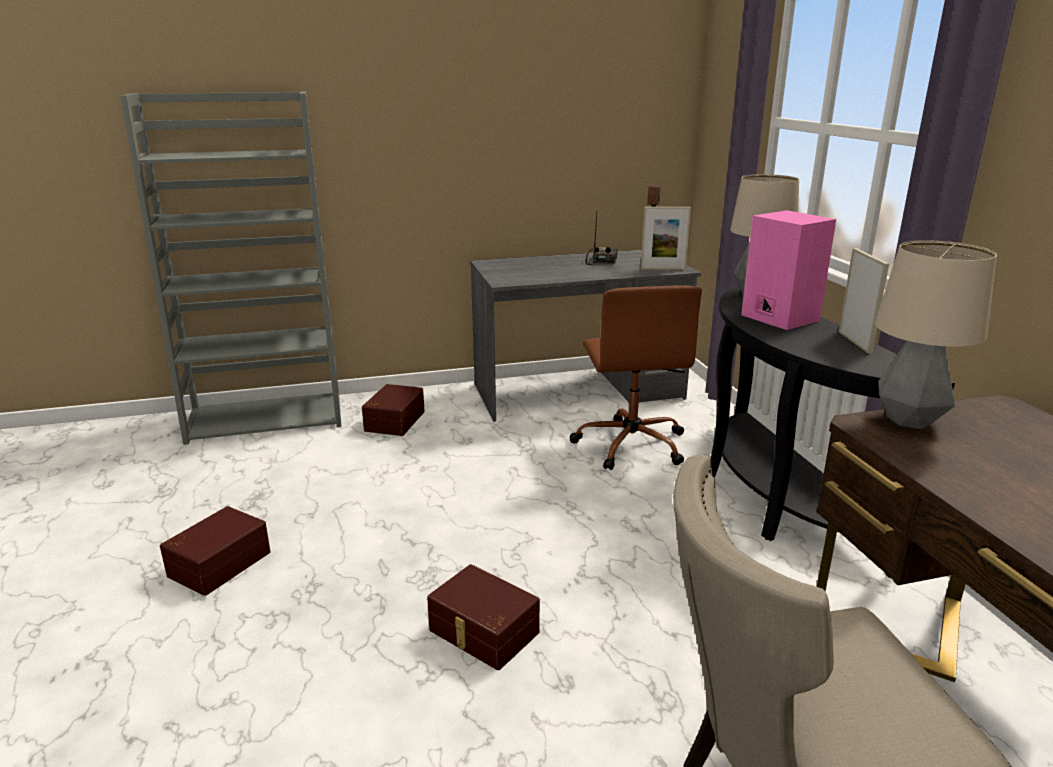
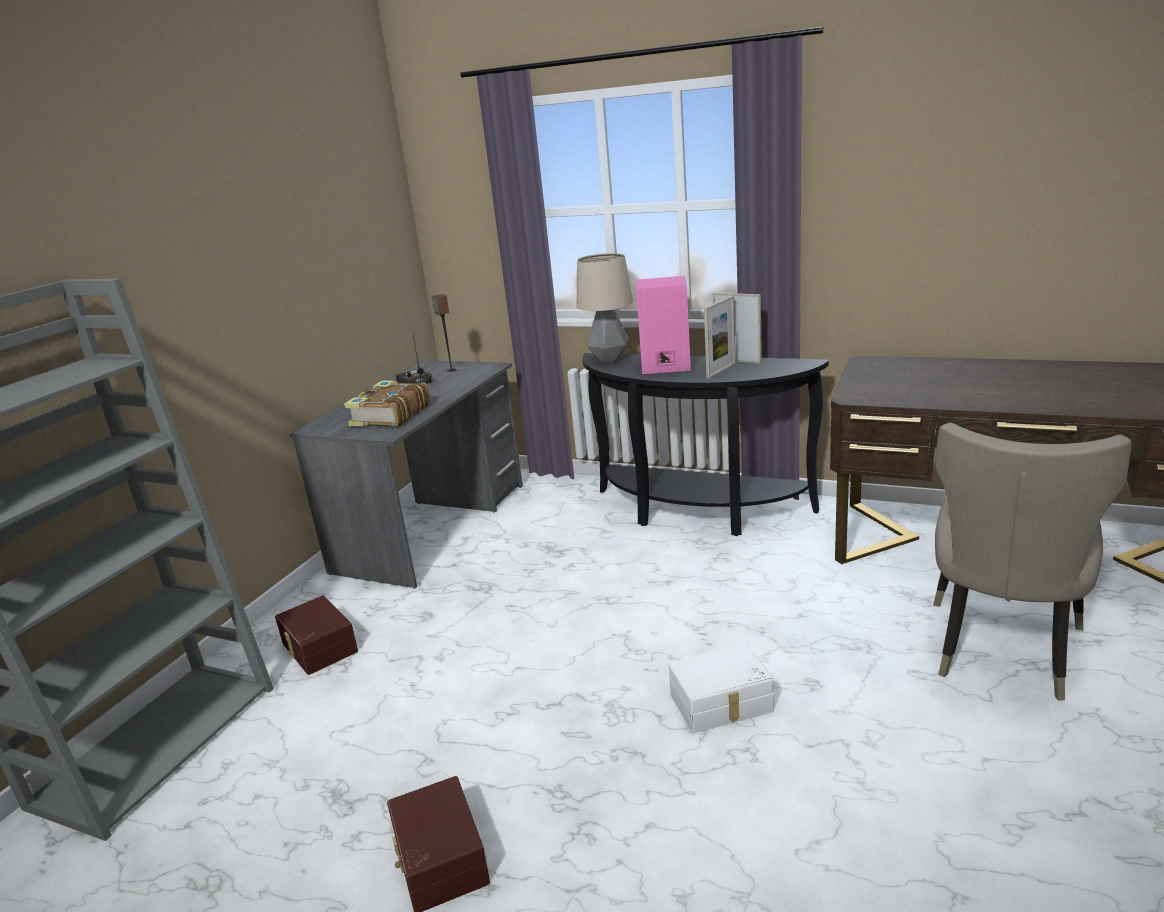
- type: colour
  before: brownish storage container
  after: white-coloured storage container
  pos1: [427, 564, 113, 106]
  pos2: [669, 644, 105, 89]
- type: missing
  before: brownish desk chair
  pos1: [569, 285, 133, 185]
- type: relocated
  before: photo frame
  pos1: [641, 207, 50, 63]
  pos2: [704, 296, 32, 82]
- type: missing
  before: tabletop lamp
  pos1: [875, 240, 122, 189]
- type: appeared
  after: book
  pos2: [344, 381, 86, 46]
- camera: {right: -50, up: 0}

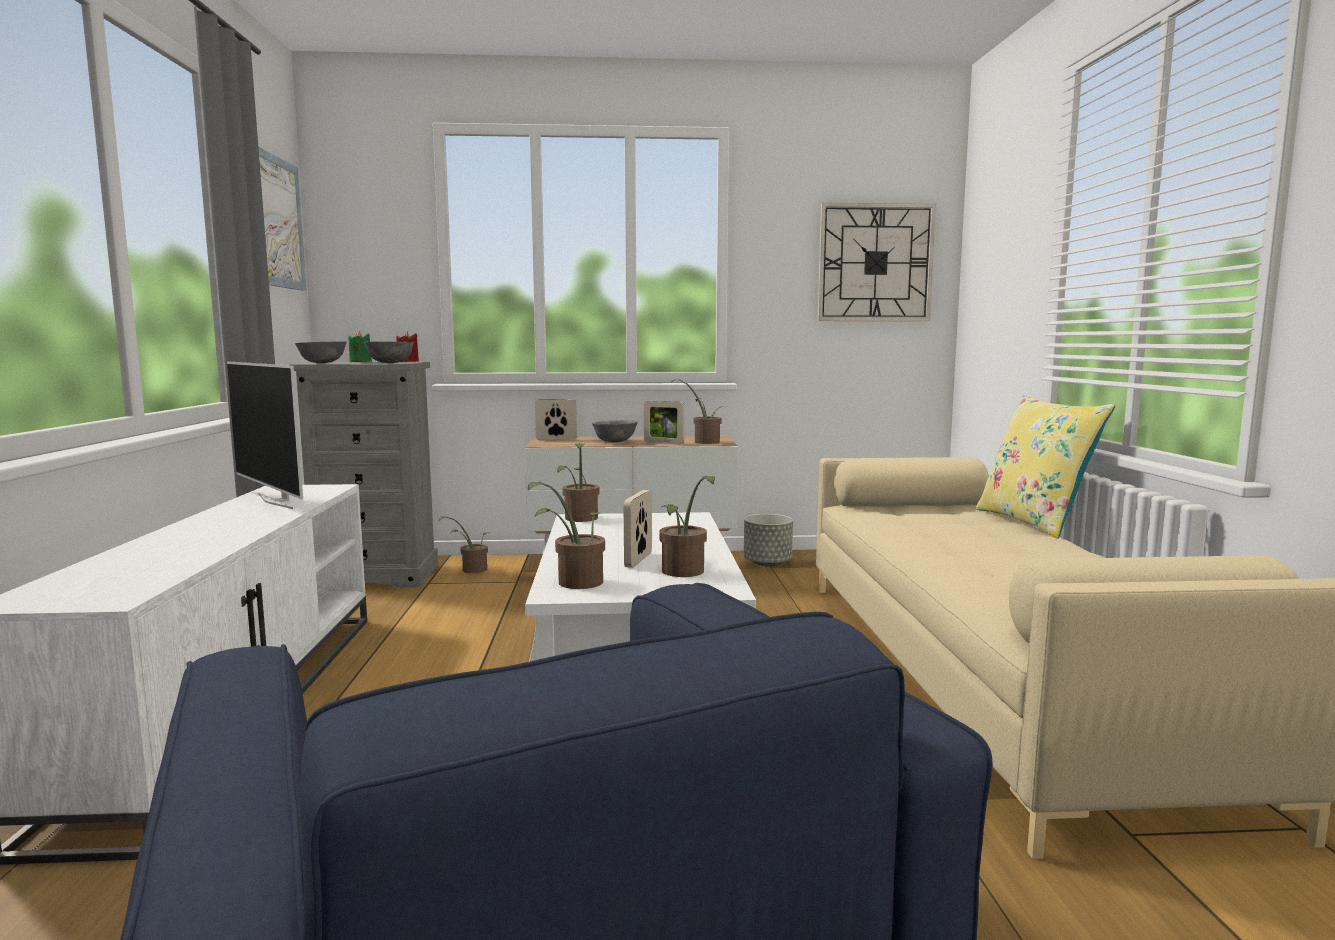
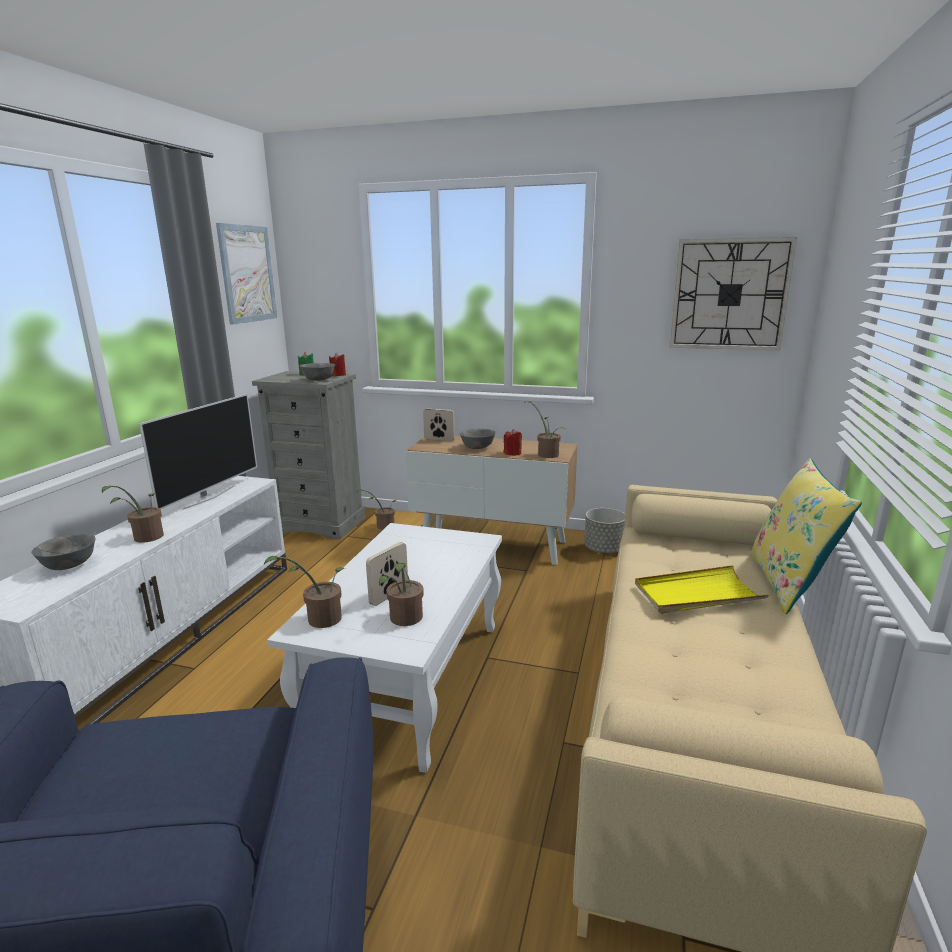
- type: spun
  before: TV
  pos1: [227, 361, 76, 148]
  pos2: [139, 394, 118, 116]
  turn: -135
- type: relocated
  before: gray bowl
  pos1: [295, 341, 52, 22]
  pos2: [31, 533, 64, 37]
- type: relocated
  before: plant in a pot
  pos1: [557, 443, 42, 79]
  pos2: [102, 485, 62, 58]
- type: exchanged
  before: photo frame
  after: red candle
  pos1: [644, 401, 40, 43]
  pos2: [504, 429, 18, 27]
- type: appeared
  after: yellow carrying tray
  pos2: [635, 565, 134, 49]
- camera: {right: 20, up: 10}

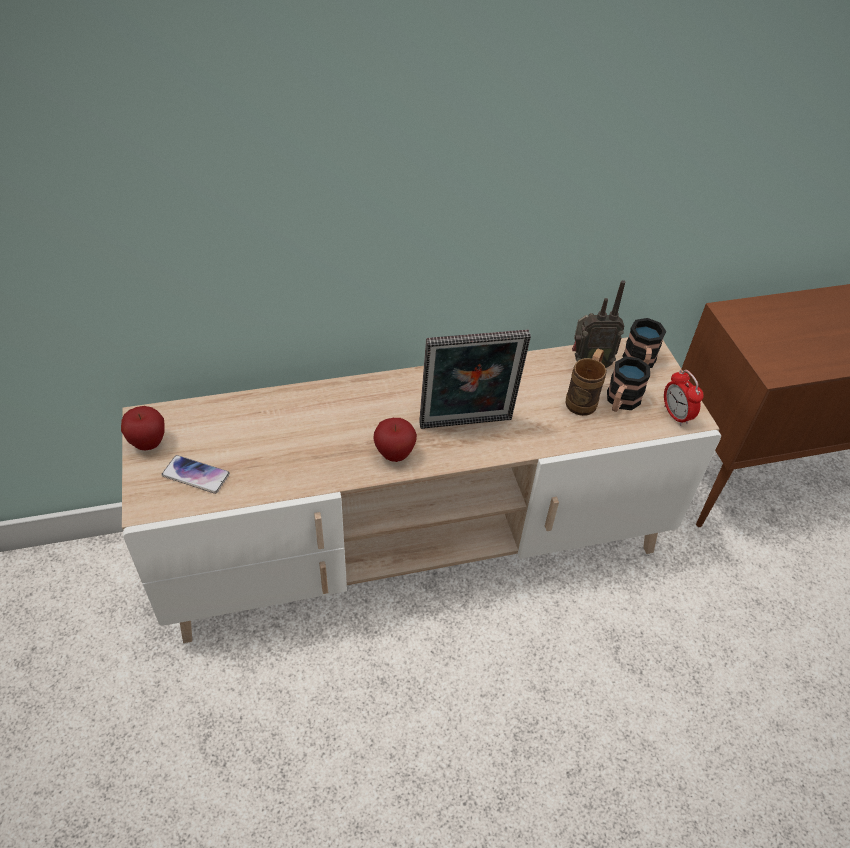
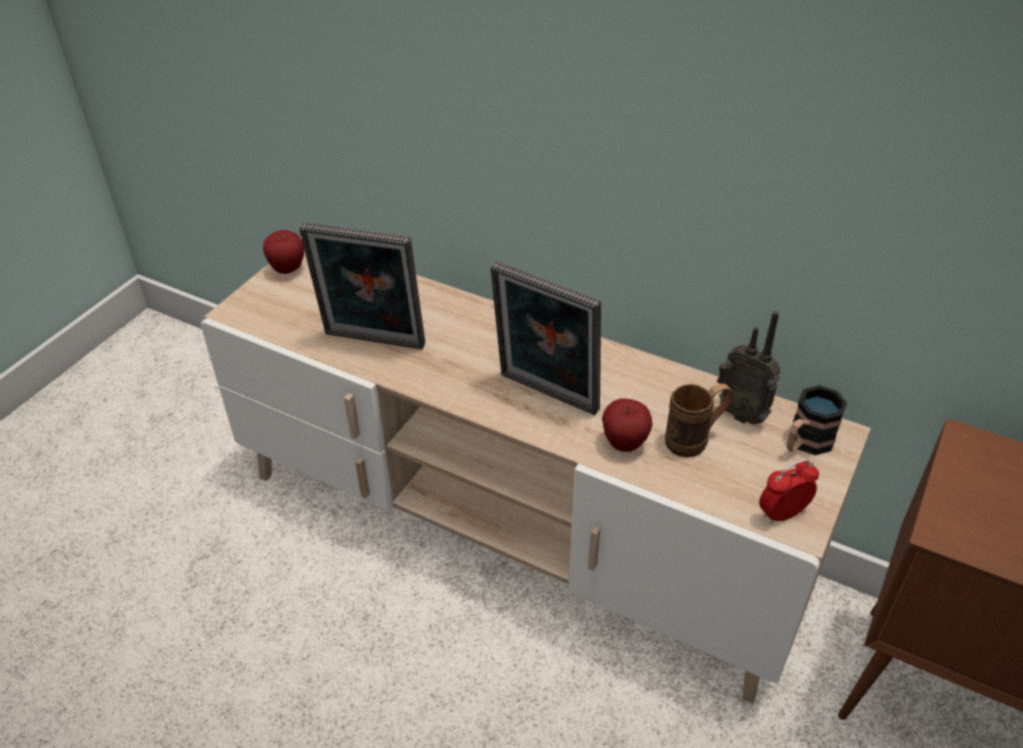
- type: missing
  before: phone
  pos1: [161, 455, 69, 39]
- type: relocated
  before: apple
  pos1: [373, 418, 44, 44]
  pos2: [602, 398, 51, 54]
- type: missing
  before: tea mug
  pos1: [607, 356, 43, 56]
- type: spun
  before: bedside clock
  pos1: [664, 369, 40, 57]
  pos2: [759, 459, 60, 66]
  turn: 45
- type: appeared
  after: photo frame
  pos2: [299, 223, 126, 126]
- camera: {right: 45, up: -5}

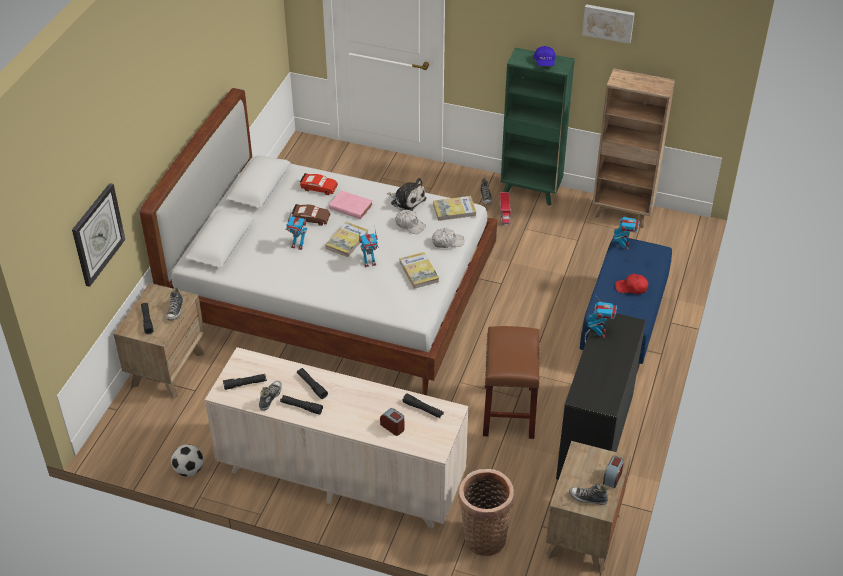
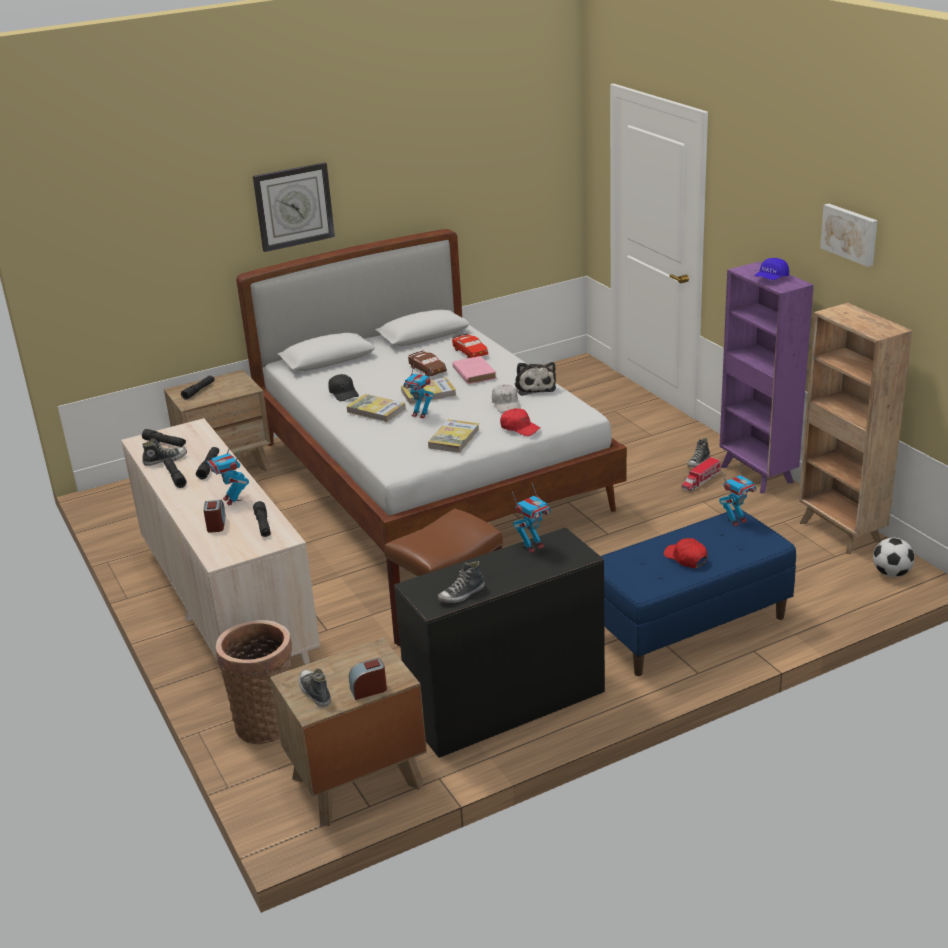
- type: relocated
  before: clock on the wall
  pos1: [72, 183, 53, 104]
  pos2: [253, 162, 82, 90]
- type: relocated
  before: item of footwear
  pos1: [166, 288, 17, 33]
  pos2: [438, 561, 47, 42]
- type: relocated
  before: football
  pos1: [171, 444, 32, 32]
  pos2: [873, 538, 42, 39]
- type: relocated
  before: robot figure
  pos1: [286, 211, 21, 39]
  pos2: [207, 442, 42, 63]
- type: colour
  before: white-coloured baseball cap
  after: red baseball cap
  pos1: [432, 228, 32, 20]
  pos2: [500, 408, 41, 28]
- type: relocated
  before: book
  pos1: [433, 196, 43, 25]
  pos2: [346, 394, 59, 28]
- type: colour
  before: green bookcase
  after: purple-coloured bookcase
  pos1: [501, 48, 74, 158]
  pos2: [720, 262, 94, 232]
- type: appeared
  after: black-coloured baseball cap
  pos2: [328, 374, 31, 27]
- camera: {right: 45, up: -15}

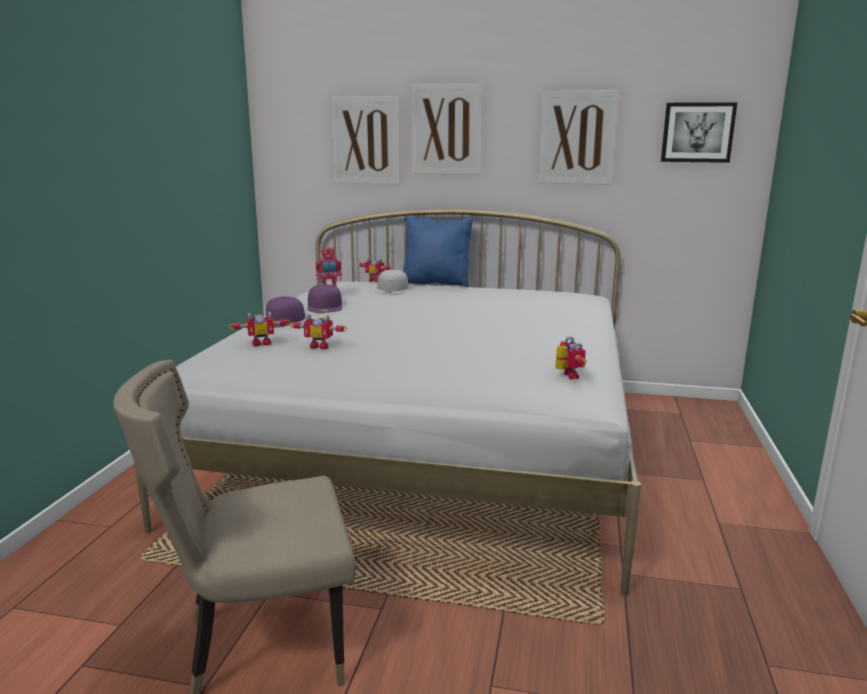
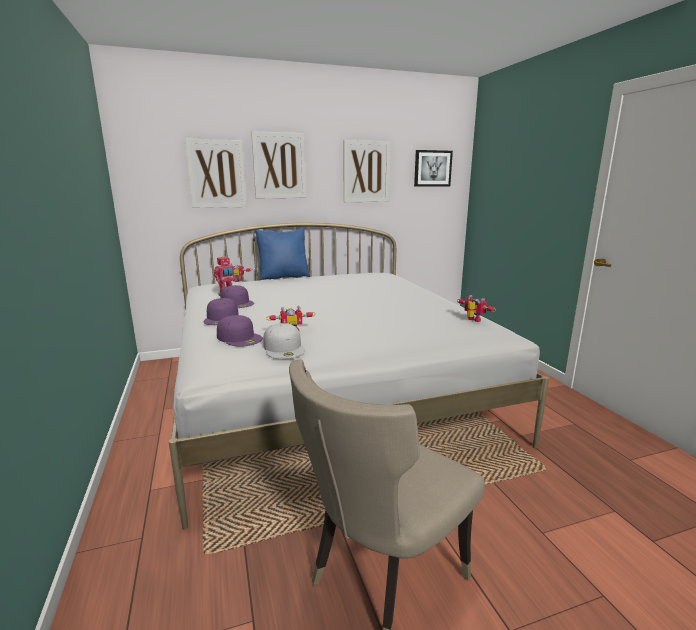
- type: exchanged
  before: robot figure
  after: purple-coloured baseball cap
  pos1: [229, 311, 62, 35]
  pos2: [217, 315, 46, 32]
- type: relocated
  before: white-coloured baseball cap
  pos1: [375, 269, 33, 26]
  pos2: [263, 323, 42, 36]
- camera: {right: -30, up: 0}

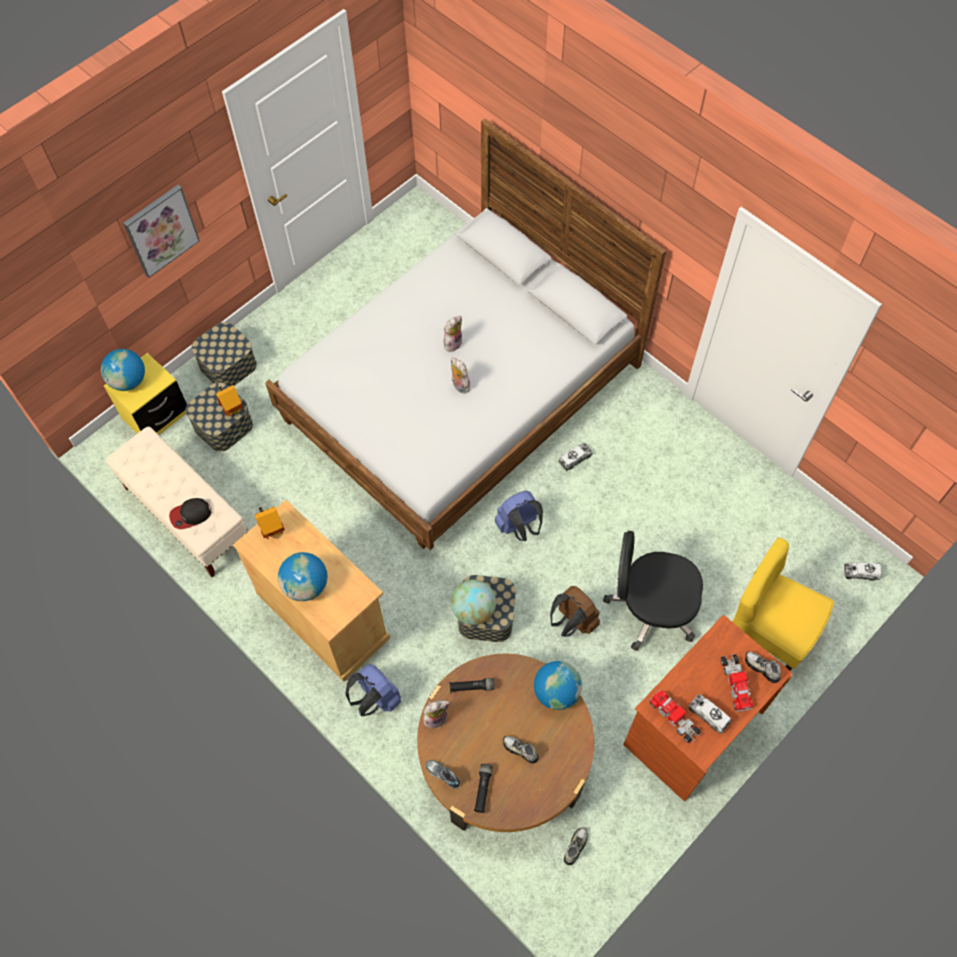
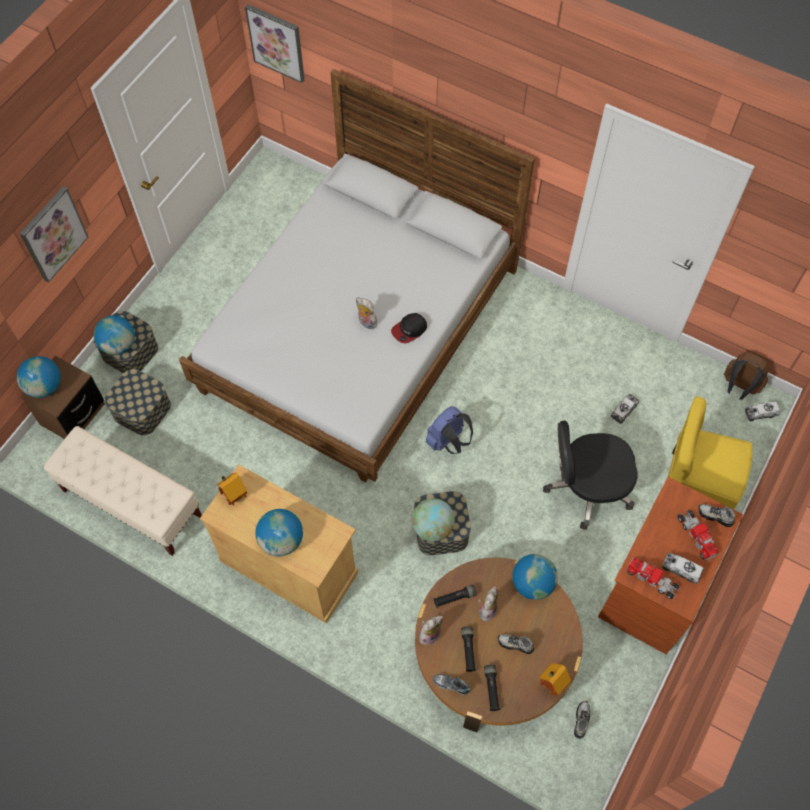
- type: colour
  before: yellow nightstand
  after: brownish nightstand
  pos1: [104, 353, 83, 82]
  pos2: [21, 356, 84, 83]
- type: relocated
  before: baseball cap
  pos1: [169, 498, 42, 31]
  pos2: [391, 313, 36, 30]
- type: relocated
  before: toy house
  pos1: [216, 385, 27, 32]
  pos2: [539, 663, 32, 33]
- type: missing
  before: blue backpack
  pos1: [345, 664, 56, 52]
- type: relocated
  before: soft toy
  pos1: [444, 316, 18, 36]
  pos2: [478, 586, 20, 35]
- type: relocated
  before: brownish backpack
  pos1: [550, 586, 50, 51]
  pos2: [724, 352, 45, 48]
- type: relocated
  before: toy truck
  pos1: [558, 443, 34, 27]
  pos2: [610, 394, 29, 30]
- type: appeared
  after: globe
  pos2: [94, 315, 41, 40]
- type: appeared
  after: picture
  pos2: [245, 4, 60, 79]
- type: appeared
  after: black-coloured torch
  pos2: [461, 626, 16, 46]
- camera: {right: -15, up: 0}

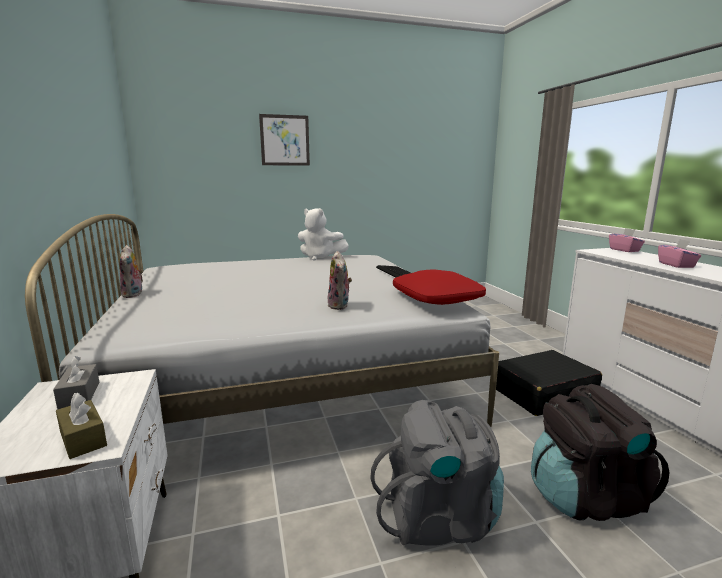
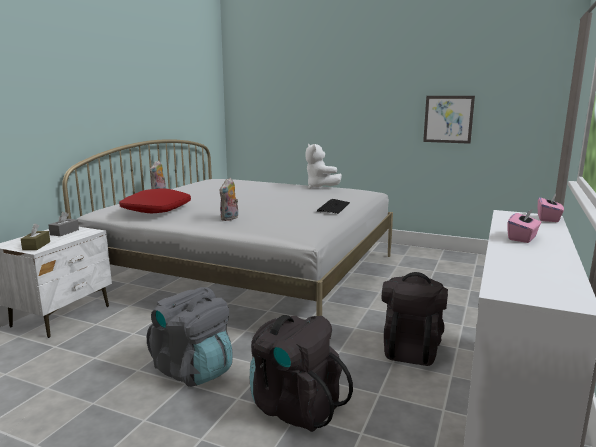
- type: relocated
  before: picture
  pos1: [259, 114, 51, 52]
  pos2: [423, 96, 52, 48]
- type: relocated
  before: red pillow
  pos1: [393, 269, 93, 36]
  pos2: [119, 188, 72, 25]
- type: exchanged
  before: black-coloured suitcase
  after: black-coloured backpack
  pos1: [496, 350, 106, 66]
  pos2: [382, 272, 66, 94]
- camera: {right: 40, up: 0}

